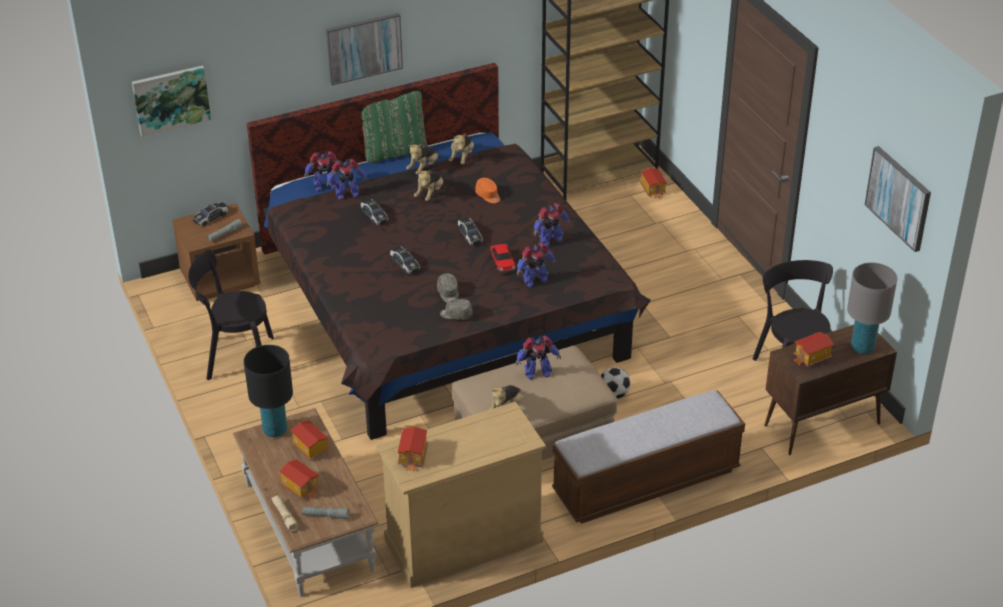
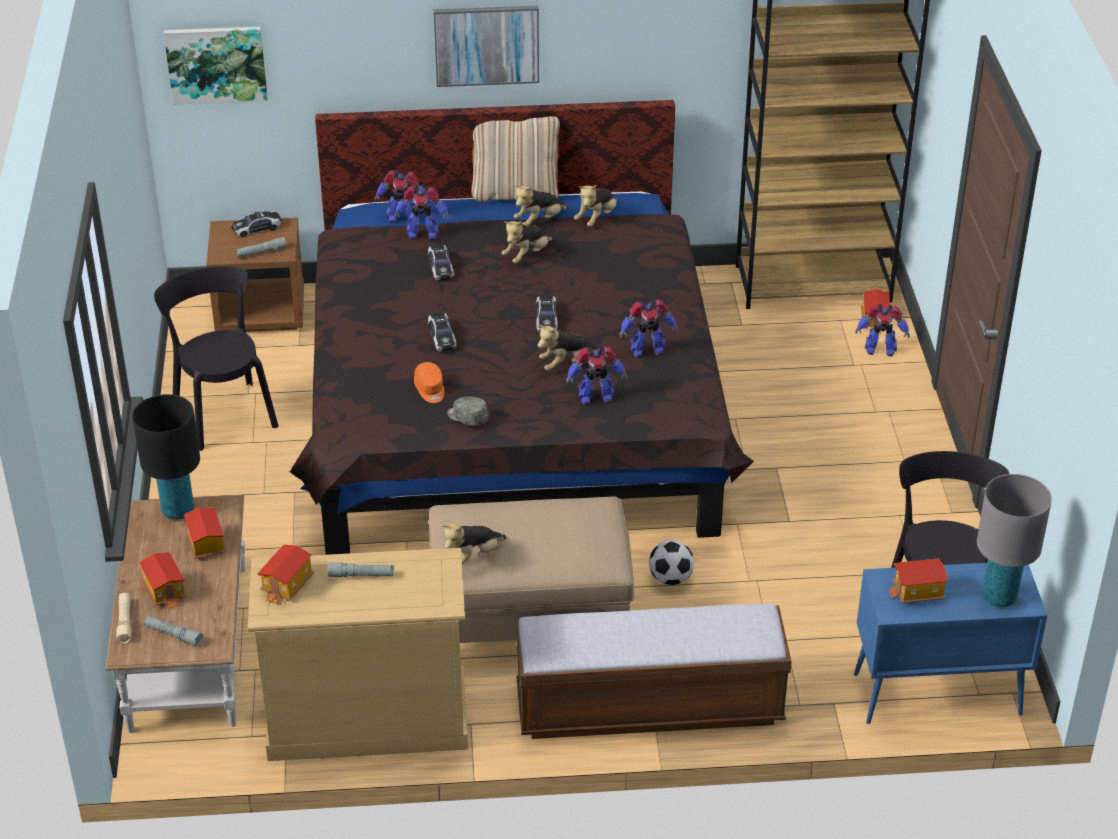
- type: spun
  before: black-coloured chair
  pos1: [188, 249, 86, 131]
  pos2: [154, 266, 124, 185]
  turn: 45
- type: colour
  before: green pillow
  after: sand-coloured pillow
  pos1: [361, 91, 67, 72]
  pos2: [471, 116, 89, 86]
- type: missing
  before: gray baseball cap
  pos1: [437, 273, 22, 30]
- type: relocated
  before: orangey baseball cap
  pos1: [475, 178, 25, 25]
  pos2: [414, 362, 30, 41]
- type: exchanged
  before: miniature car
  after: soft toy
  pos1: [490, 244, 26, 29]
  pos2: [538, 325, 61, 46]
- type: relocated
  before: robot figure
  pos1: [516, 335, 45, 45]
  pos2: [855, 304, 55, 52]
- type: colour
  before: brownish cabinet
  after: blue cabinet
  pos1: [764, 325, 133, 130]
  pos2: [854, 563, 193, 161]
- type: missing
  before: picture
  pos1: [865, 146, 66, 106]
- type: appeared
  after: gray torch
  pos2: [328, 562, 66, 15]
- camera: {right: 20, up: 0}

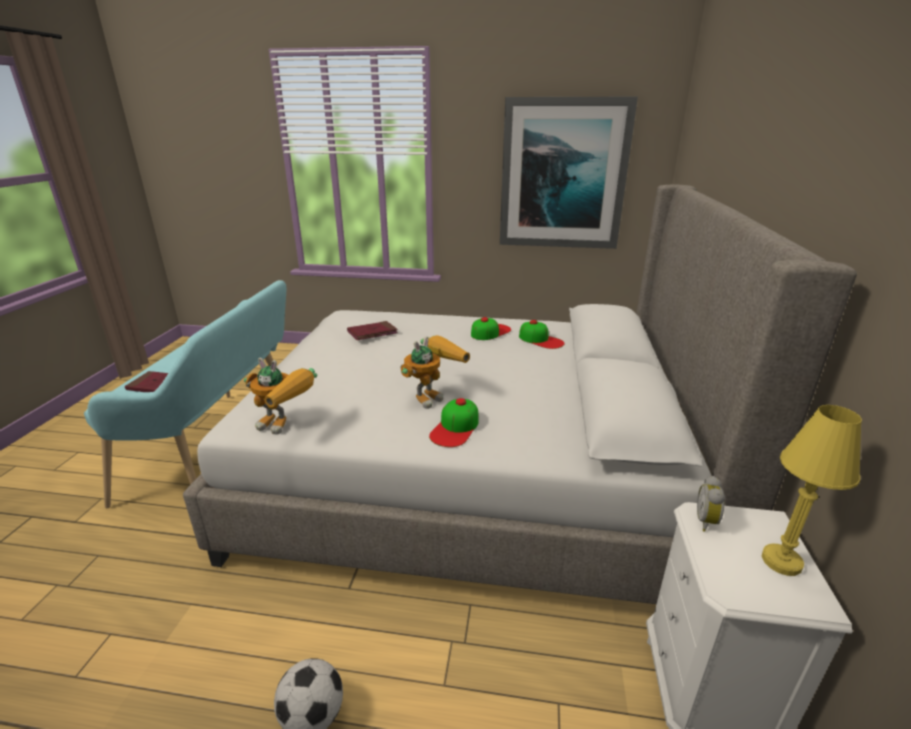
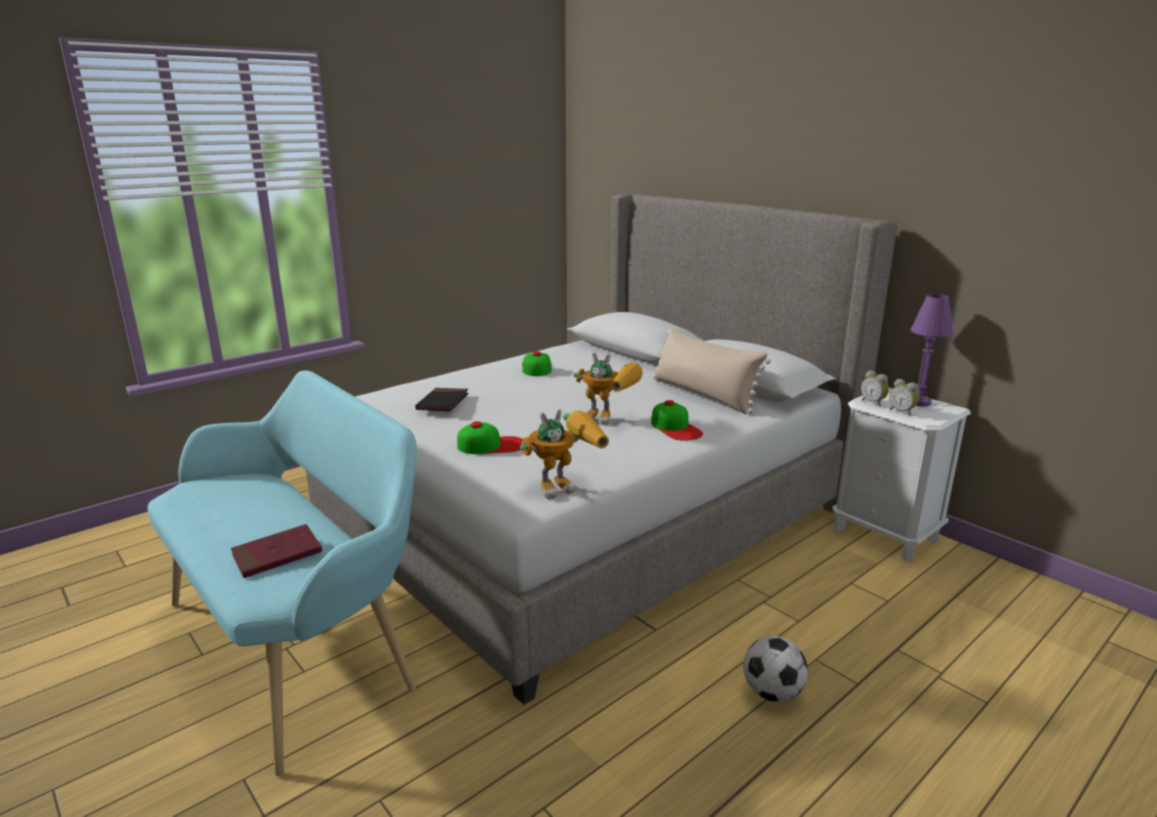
- type: colour
  before: red book
  after: black-coloured book
  pos1: [347, 321, 51, 19]
  pos2: [415, 388, 53, 23]
- type: spun
  before: robot figure
  pos1: [400, 335, 70, 74]
  pos2: [573, 352, 70, 73]
  turn: 120
- type: missing
  before: picture
  pos1: [500, 97, 138, 152]
- type: relocated
  before: baseball cap
  pos1: [519, 320, 45, 29]
  pos2: [457, 421, 66, 33]
- type: colour
  before: yellow tabletop lamp
  after: purple-coloured tabletop lamp
  pos1: [761, 405, 101, 171]
  pos2: [910, 294, 43, 112]
- type: appeared
  after: sand-coloured pillow
  pos2: [653, 327, 118, 87]
- type: appeared
  after: bedside clock
  pos2: [889, 379, 30, 37]
- camera: {right: -50, up: -5}

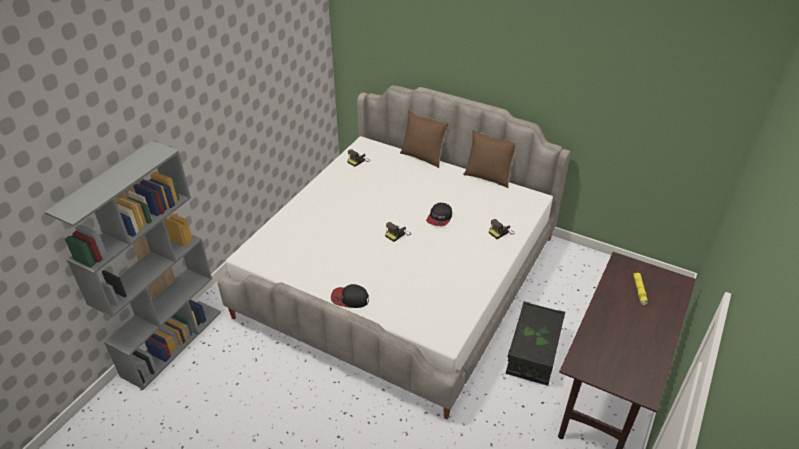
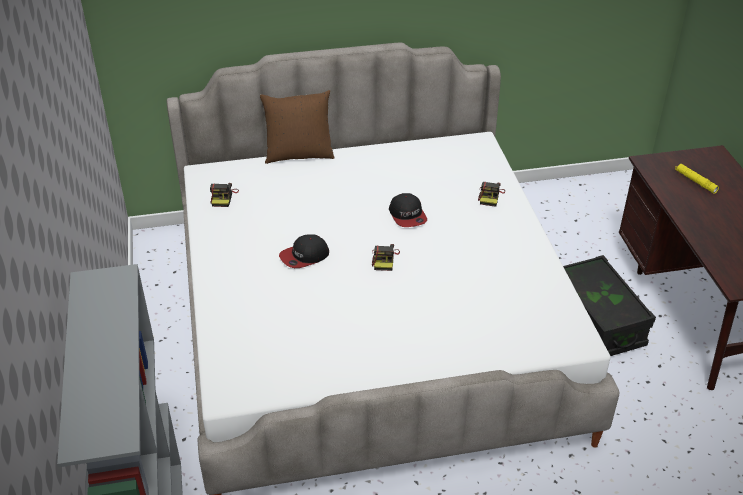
- type: relocated
  before: baseball cap
  pos1: [331, 284, 38, 24]
  pos2: [279, 234, 50, 34]
- type: missing
  before: brownish pillow
  pos1: [463, 130, 52, 58]
- camera: {right: -40, up: 0}

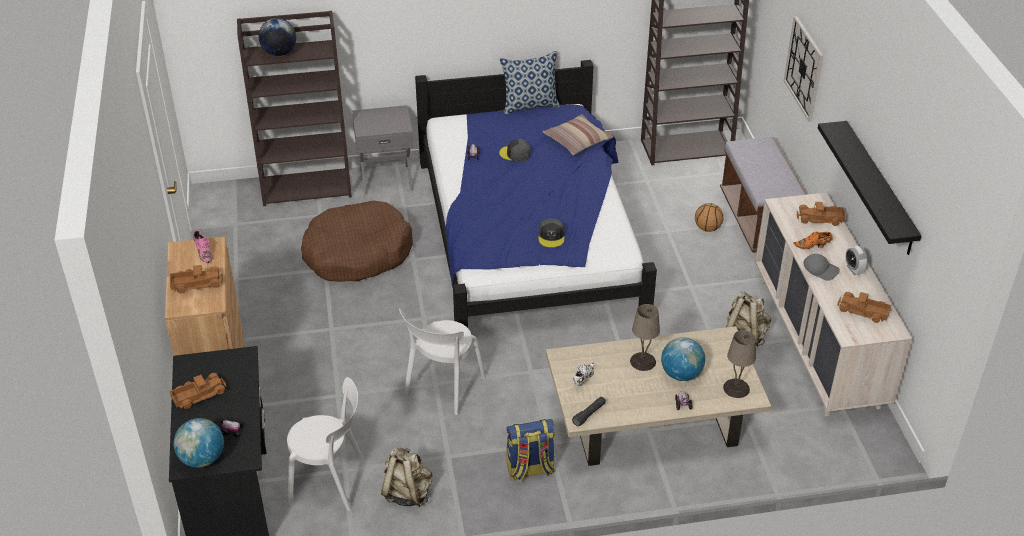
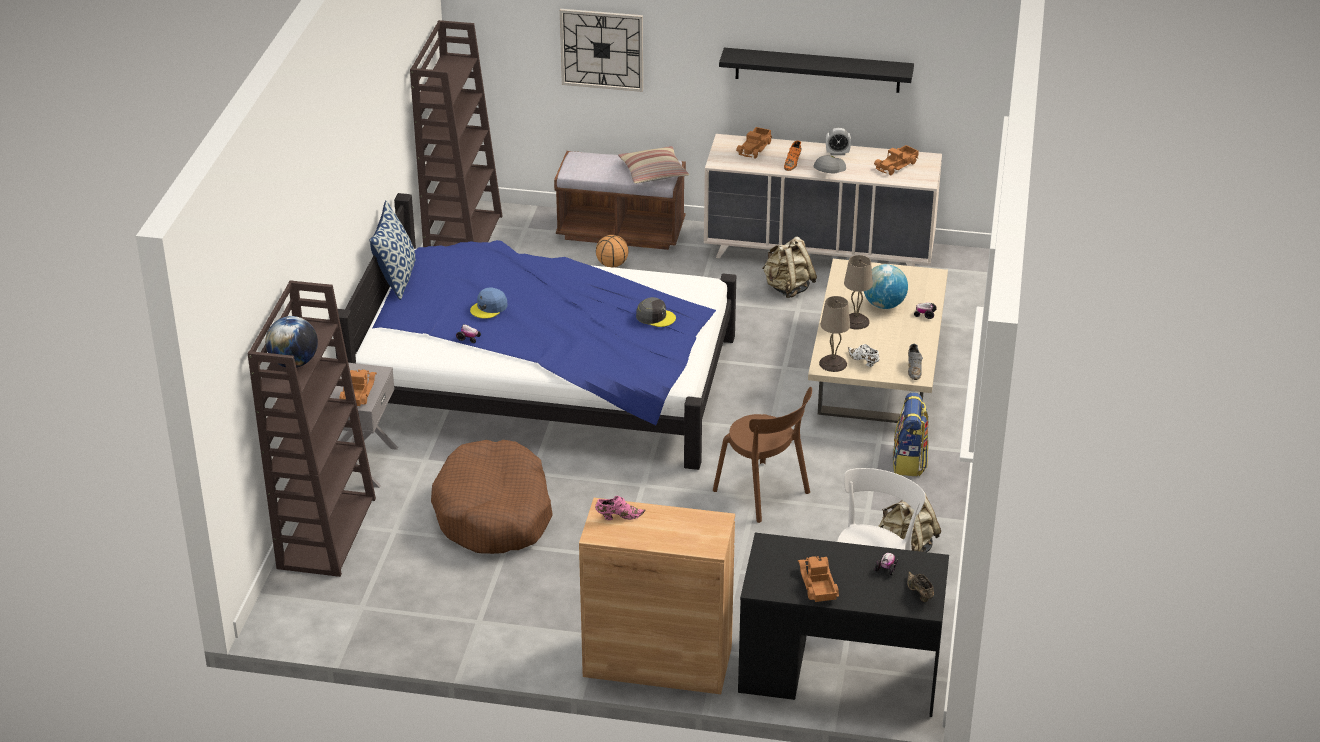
- type: relocated
  before: toy truck
  pos1: [170, 265, 53, 29]
  pos2: [340, 369, 37, 37]
- type: exchanged
  before: globe
  after: brownish item of footwear
  pos1: [174, 418, 50, 50]
  pos2: [907, 572, 27, 30]
- type: colour
  before: white-coloured chair
  after: brownish chair
  pos1: [399, 308, 87, 107]
  pos2: [713, 387, 99, 136]
- type: colour
  before: gray baseball cap
  after: blue baseball cap
  pos1: [499, 139, 32, 23]
  pos2: [470, 287, 38, 32]
- type: relocated
  before: pillow
  pos1: [543, 114, 70, 41]
  pos2: [618, 146, 71, 38]
- type: exchanged
  before: black-coloured torch
  after: gray item of footwear
  pos1: [572, 397, 34, 30]
  pos2: [908, 344, 15, 36]
- type: relocated
  before: sand-coloured tabletop lamp
  pos1: [723, 330, 33, 68]
  pos2: [819, 296, 31, 76]
- camera: {right: -70, up: -5}

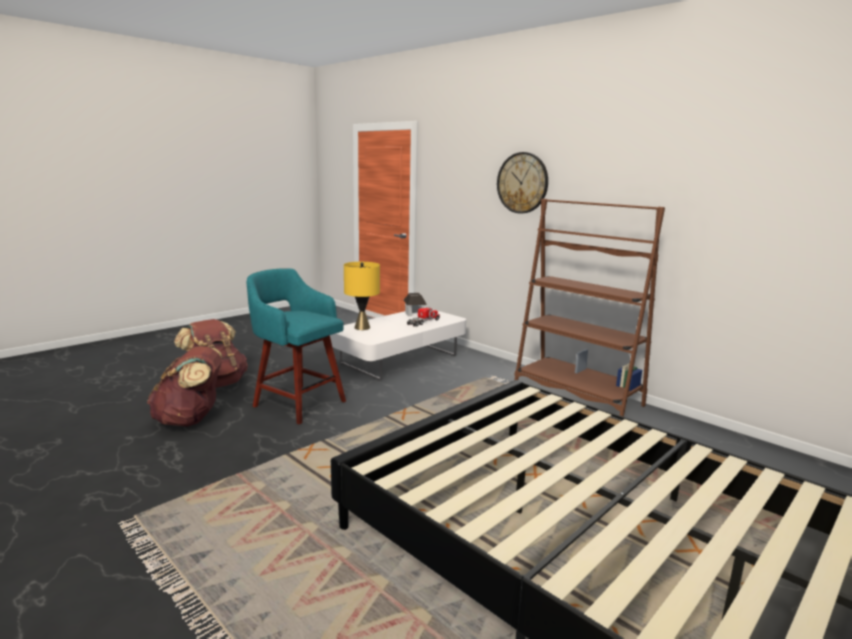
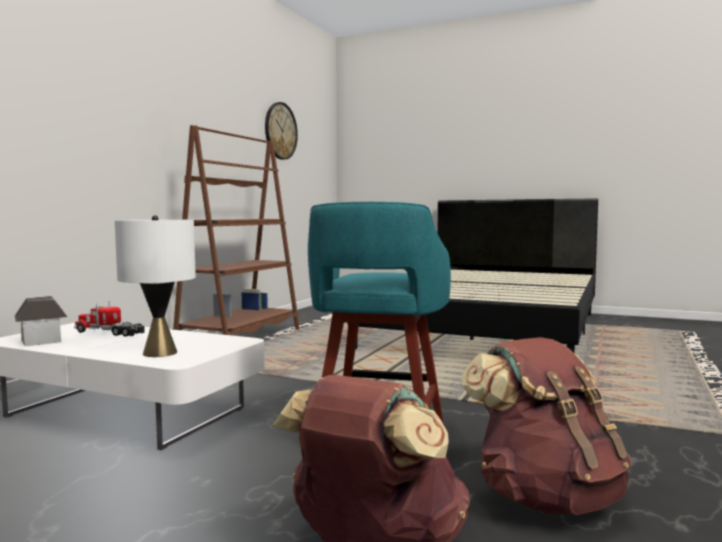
- type: colour
  before: yellow tabletop lamp
  after: white-coloured tabletop lamp
  pos1: [344, 262, 36, 68]
  pos2: [115, 215, 81, 142]
- type: relocated
  before: clock on the wall
  pos1: [497, 152, 51, 61]
  pos2: [265, 102, 33, 58]
- camera: {right: -110, up: -10}

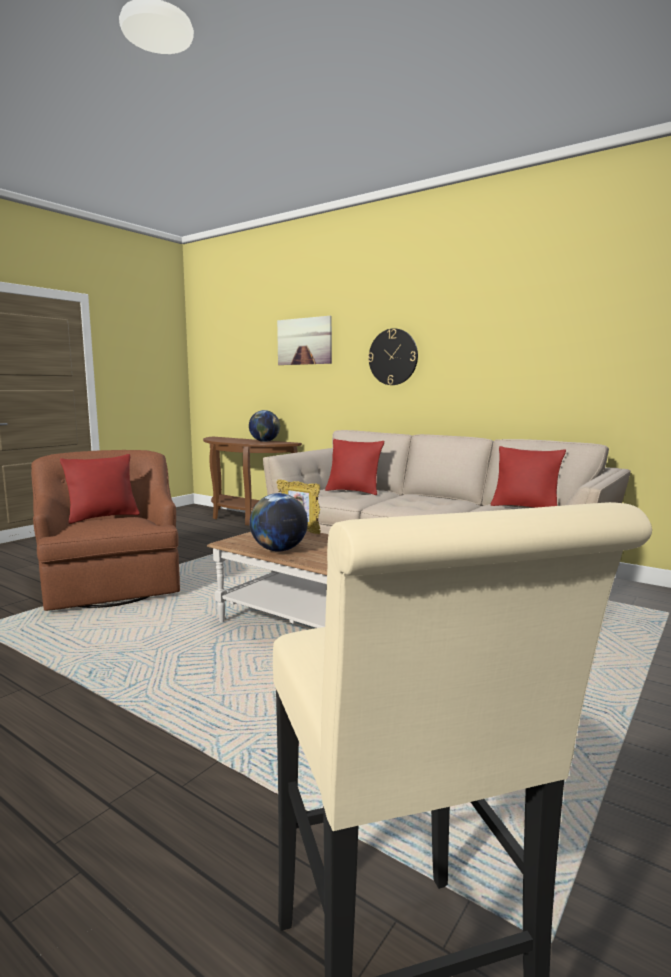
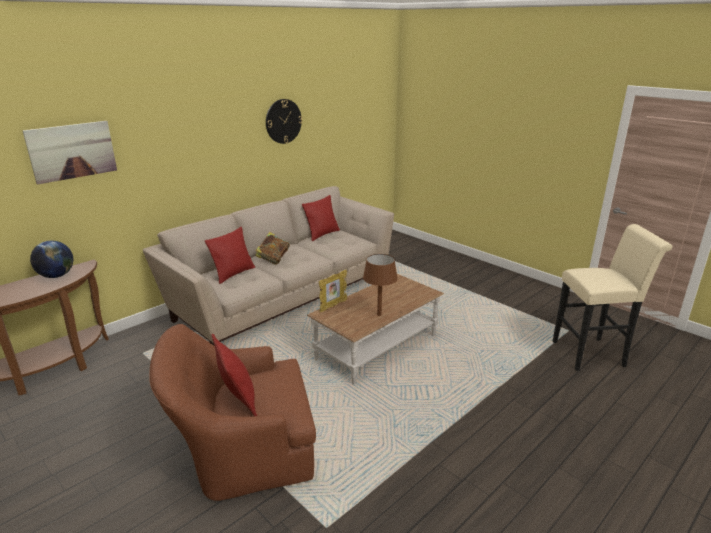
- type: exchanged
  before: globe
  after: brownish tabletop lamp
  pos1: [250, 493, 58, 59]
  pos2: [363, 254, 35, 62]
- type: relocated
  before: clock on the wall
  pos1: [368, 328, 50, 57]
  pos2: [266, 99, 36, 45]
- type: appeared
  after: book
  pos2: [255, 232, 35, 33]
- camera: {right: -80, up: 15}

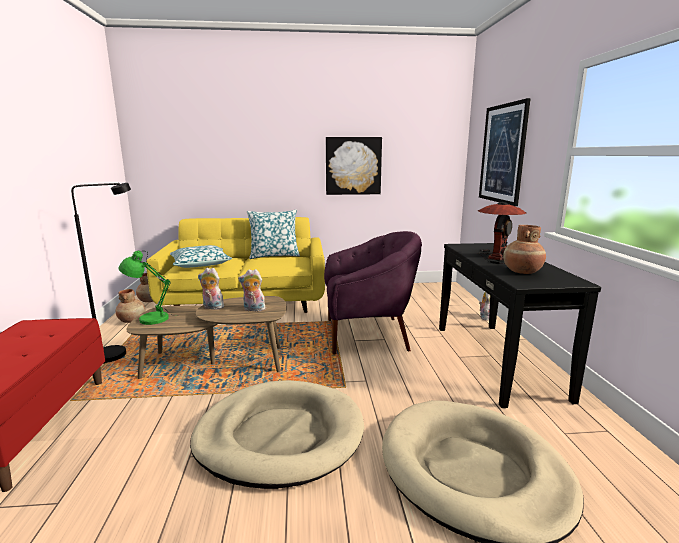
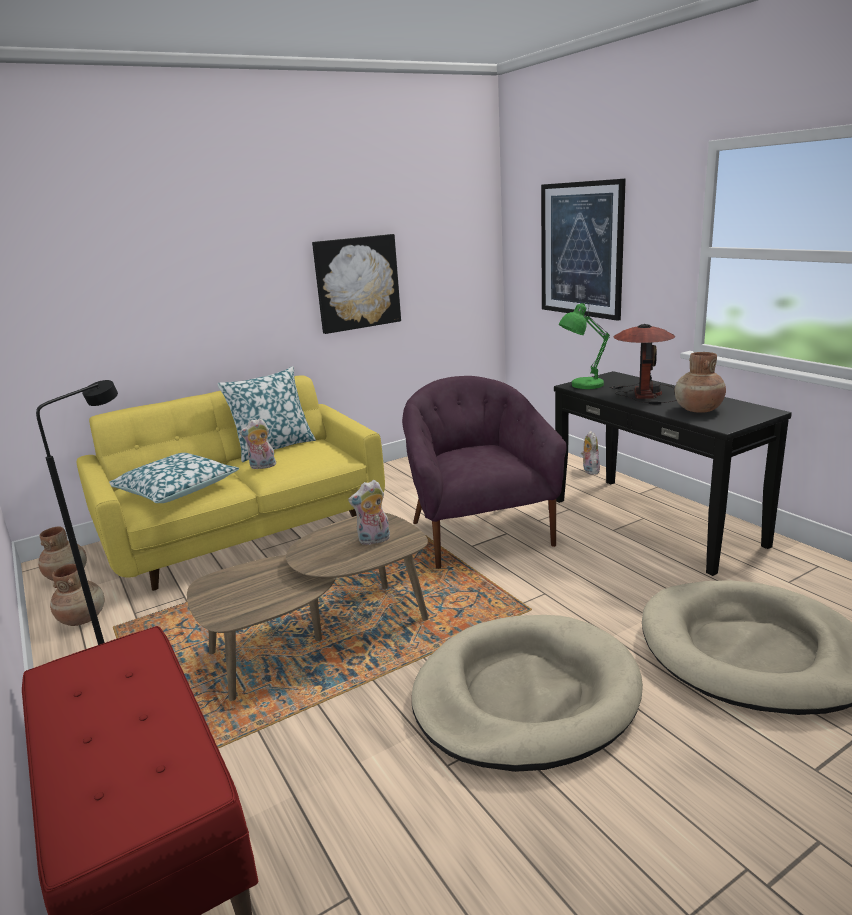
- type: relocated
  before: green tabletop lamp
  pos1: [118, 251, 56, 74]
  pos2: [559, 302, 51, 87]
- type: relocated
  before: soft toy
  pos1: [198, 268, 26, 42]
  pos2: [239, 418, 38, 52]
- type: spun
  before: purple-coloured easy chair
  pos1: [324, 231, 98, 124]
  pos2: [402, 376, 165, 193]
  turn: -75
- camera: {right: -25, up: 5}

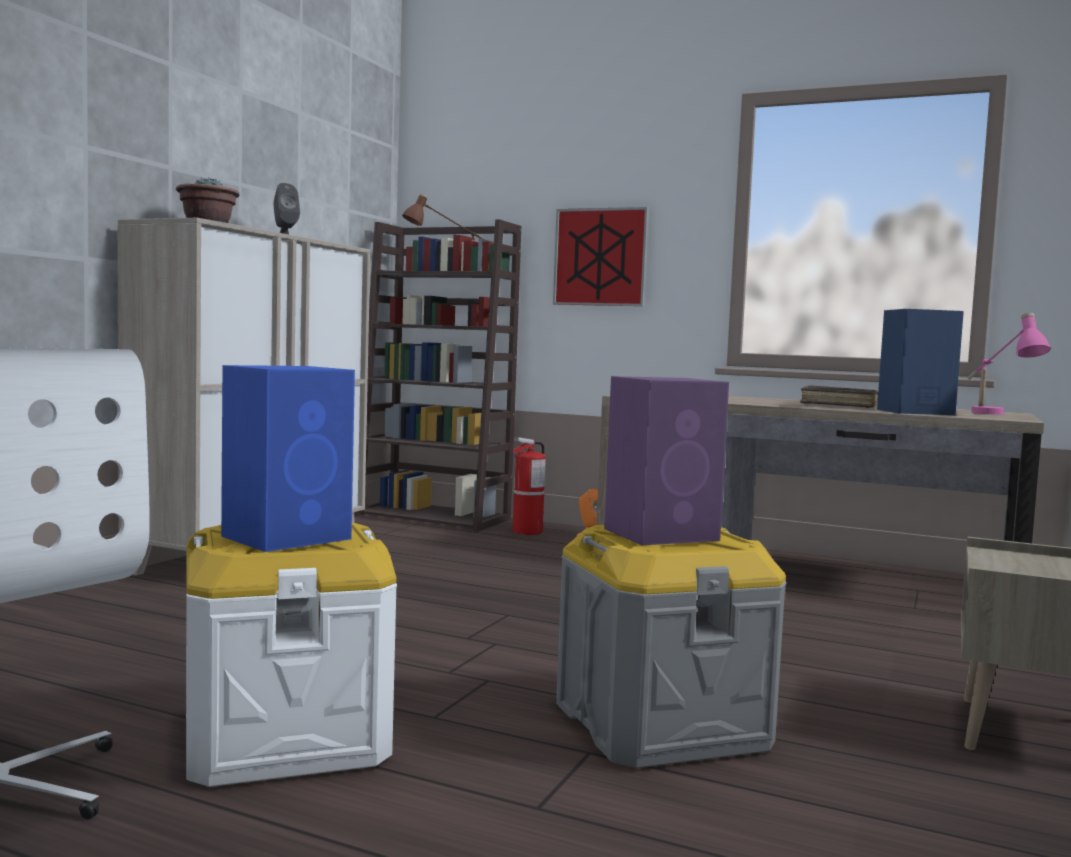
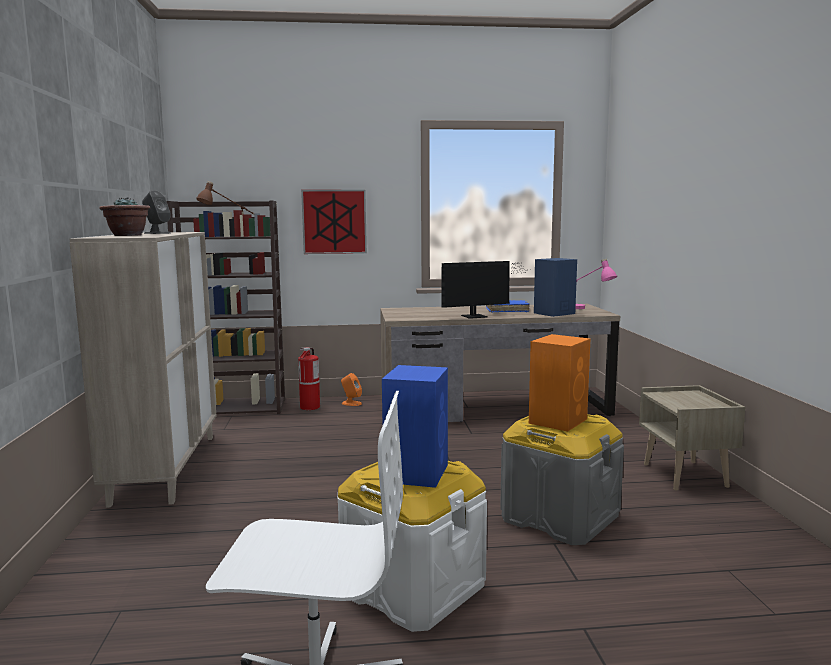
- type: colour
  before: purple-coloured audio speaker
  after: orangey audio speaker
  pos1: [604, 376, 125, 169]
  pos2: [529, 334, 61, 98]
- type: colour
  before: brownish book
  after: blue book
  pos1: [800, 385, 78, 23]
  pos2: [486, 300, 44, 13]
- type: appeared
  after: computer screen
  pos2: [442, 261, 88, 58]
- camera: {right: -30, up: 5}

